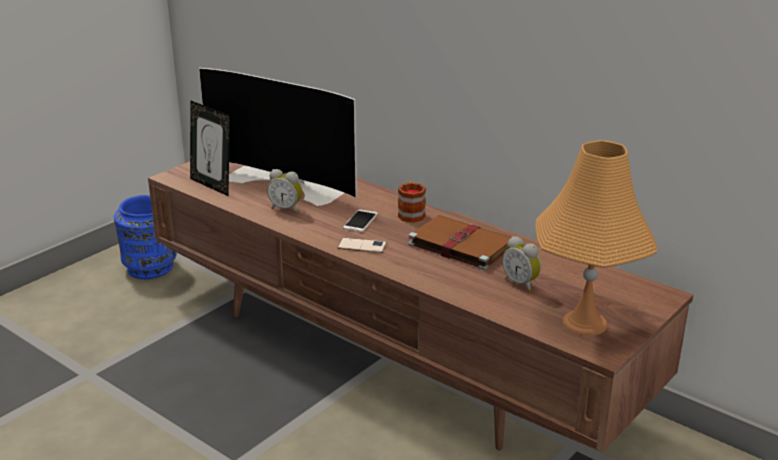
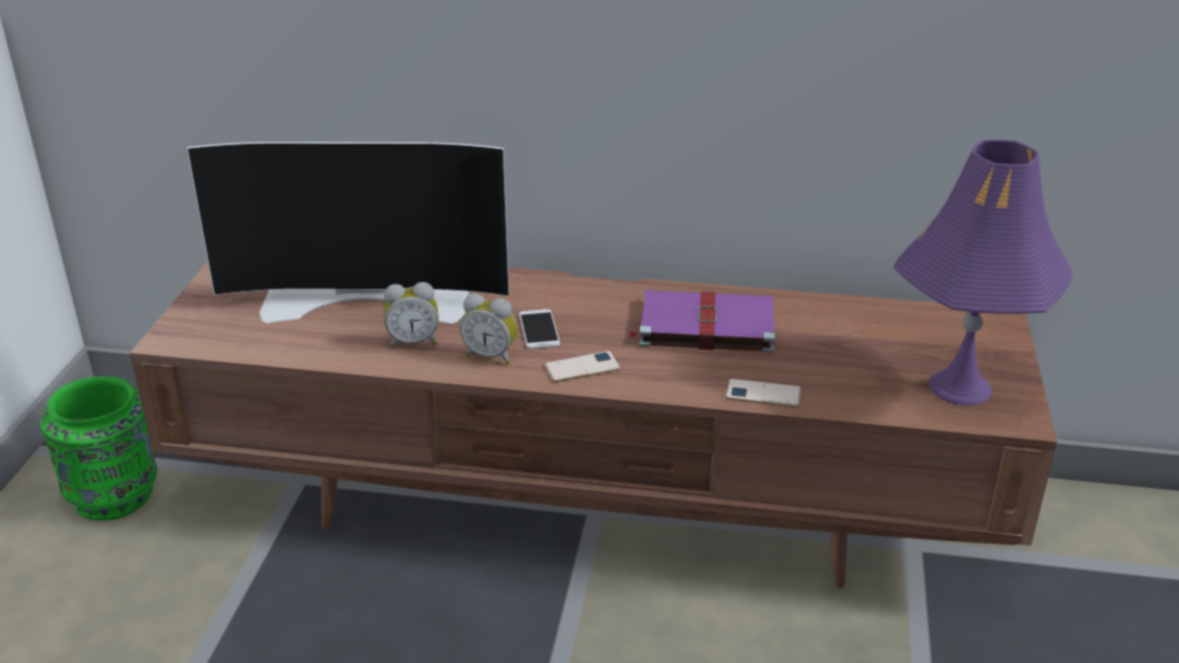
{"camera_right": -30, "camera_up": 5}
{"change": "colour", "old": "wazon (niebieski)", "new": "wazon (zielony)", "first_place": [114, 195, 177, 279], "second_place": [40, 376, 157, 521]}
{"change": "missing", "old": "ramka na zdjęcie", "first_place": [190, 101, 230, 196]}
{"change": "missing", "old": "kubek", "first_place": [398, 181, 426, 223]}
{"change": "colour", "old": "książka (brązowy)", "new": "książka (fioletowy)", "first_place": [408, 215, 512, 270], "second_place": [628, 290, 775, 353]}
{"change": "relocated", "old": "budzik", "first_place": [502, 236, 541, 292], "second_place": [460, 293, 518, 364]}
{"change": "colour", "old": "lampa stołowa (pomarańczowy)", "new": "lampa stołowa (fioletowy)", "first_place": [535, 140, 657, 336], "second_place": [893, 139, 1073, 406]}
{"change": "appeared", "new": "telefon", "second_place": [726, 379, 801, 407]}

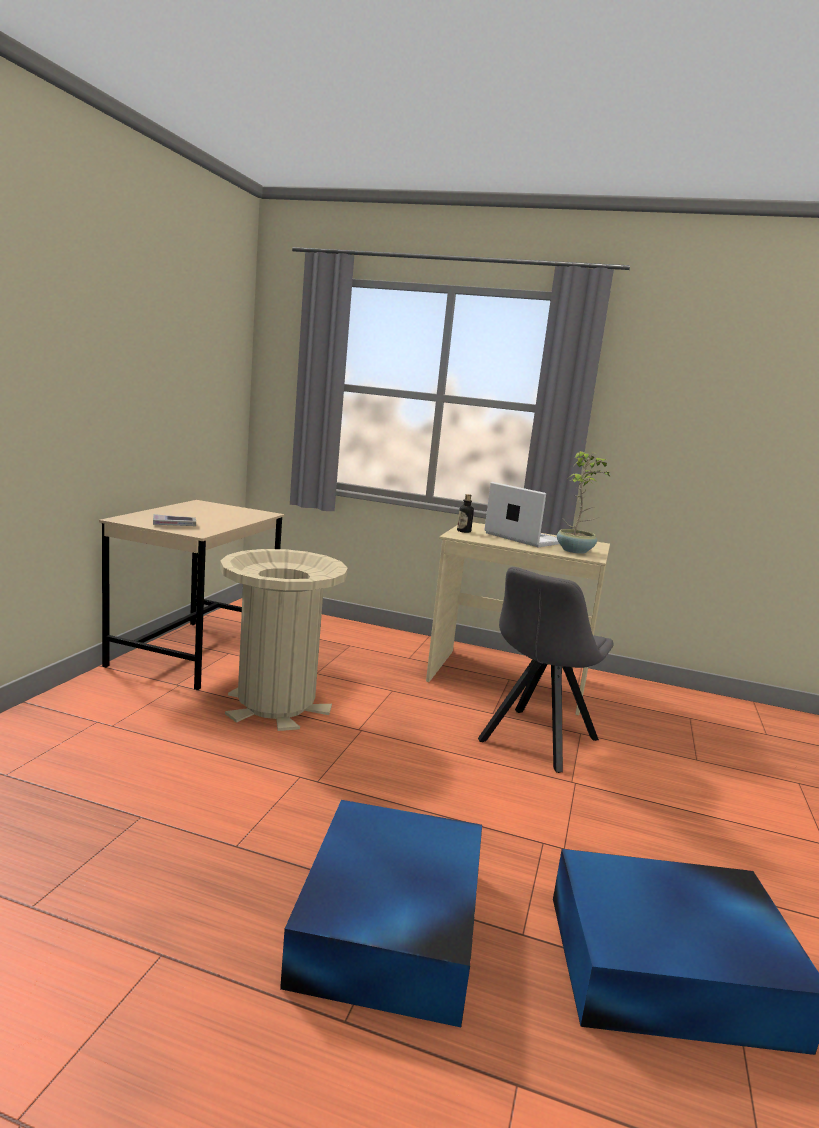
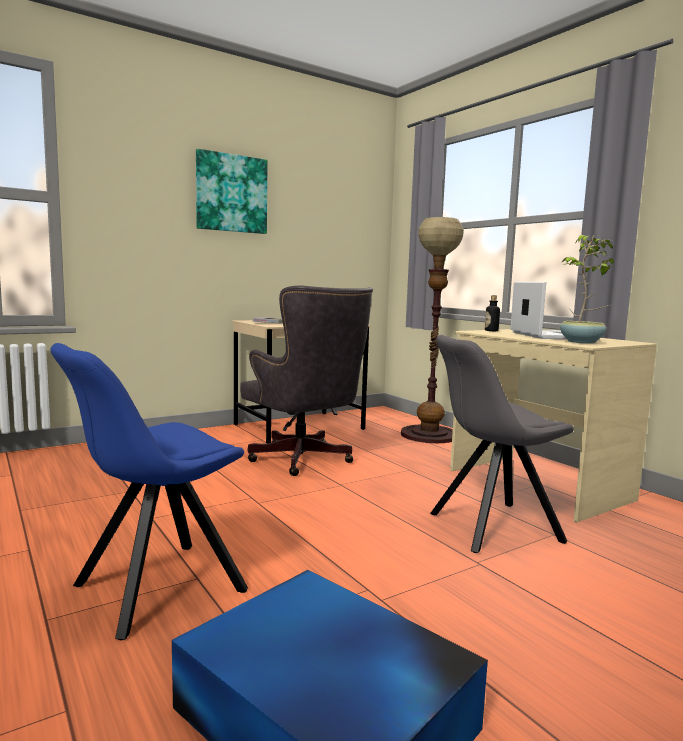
{"camera_right": 40, "camera_up": -5}
{"change": "exchanged", "old": "kosz na śmieci (beżowy)", "new": "krzesło biurowe (szary)", "first_place": [220, 549, 348, 731], "second_place": [240, 286, 373, 476]}
{"change": "exchanged", "old": "pojemnik do przechowywania (niebieski)", "new": "krzesło (niebieski)", "first_place": [280, 800, 482, 1027], "second_place": [51, 343, 248, 640]}
{"change": "appeared", "new": "obraz", "second_place": [196, 149, 268, 234]}
{"change": "appeared", "new": "lampa stojąca", "second_place": [401, 217, 464, 443]}

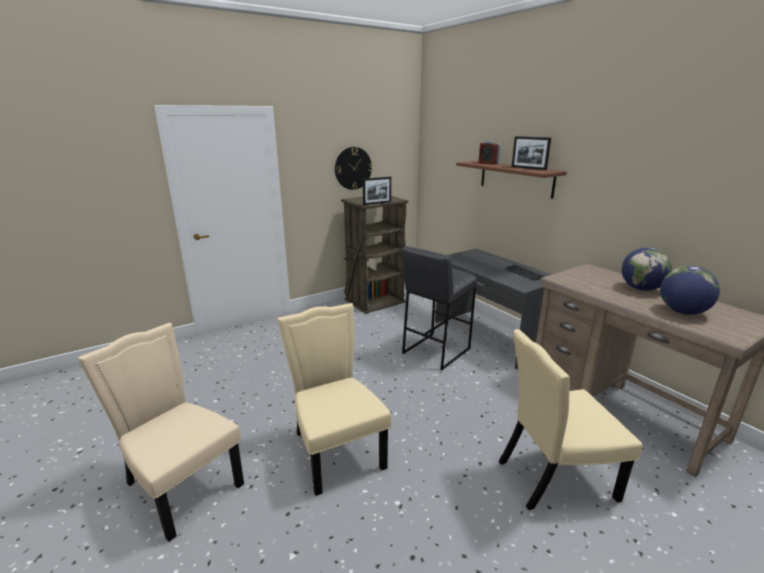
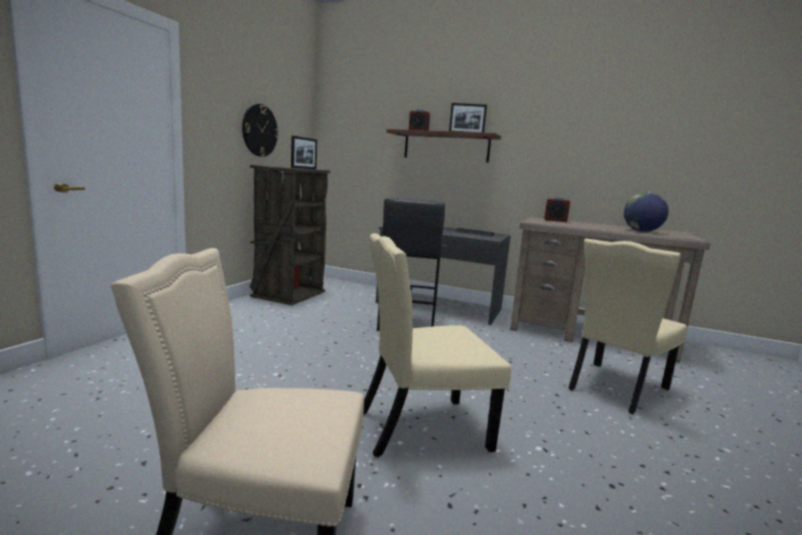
{"camera_right": -35, "camera_up": -10}
{"change": "spun", "old": "krzesło (beżowy)", "first_place": [277, 303, 392, 496], "second_place": [363, 233, 511, 457], "degrees": -45}
{"change": "missing", "old": "globus", "first_place": [622, 248, 672, 291]}
{"change": "appeared", "new": "budzik", "second_place": [544, 197, 570, 222]}

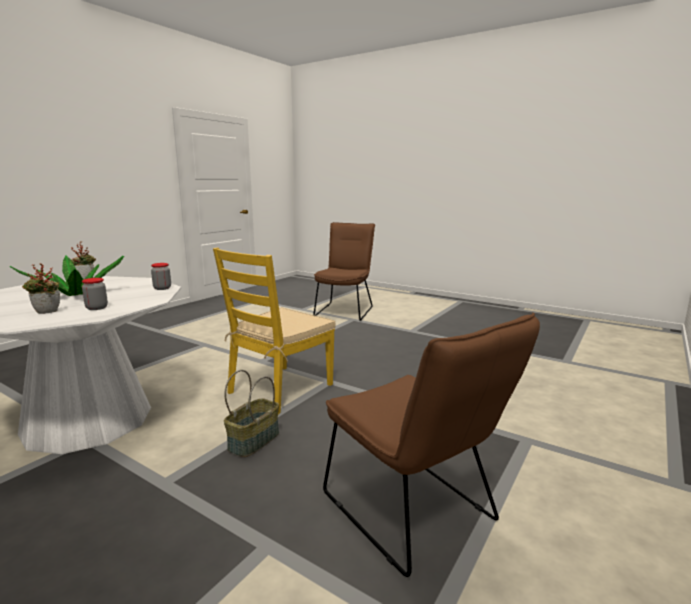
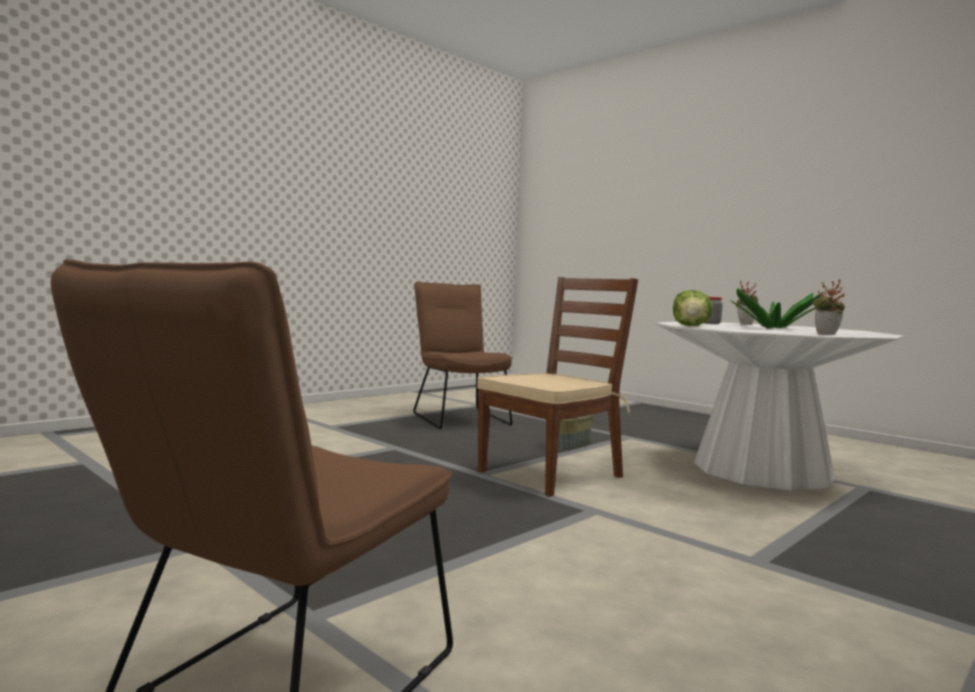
{"camera_right": -170, "camera_up": -10}
{"change": "exchanged", "old": "słoik", "new": "sałata", "first_place": [151, 263, 171, 290], "second_place": [673, 290, 713, 326]}
{"change": "colour", "old": "krzesło (żółty)", "new": "krzesło (brązowy)", "first_place": [213, 247, 336, 415], "second_place": [477, 277, 638, 497]}

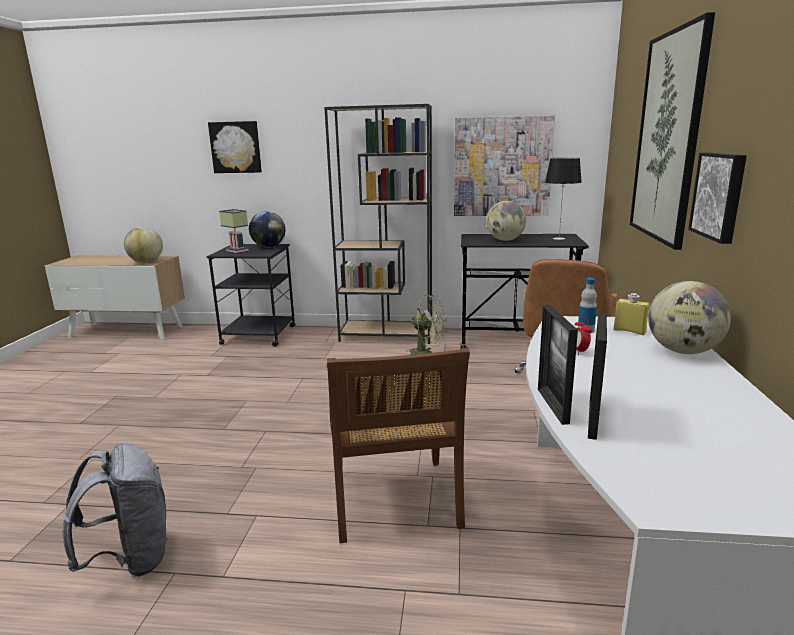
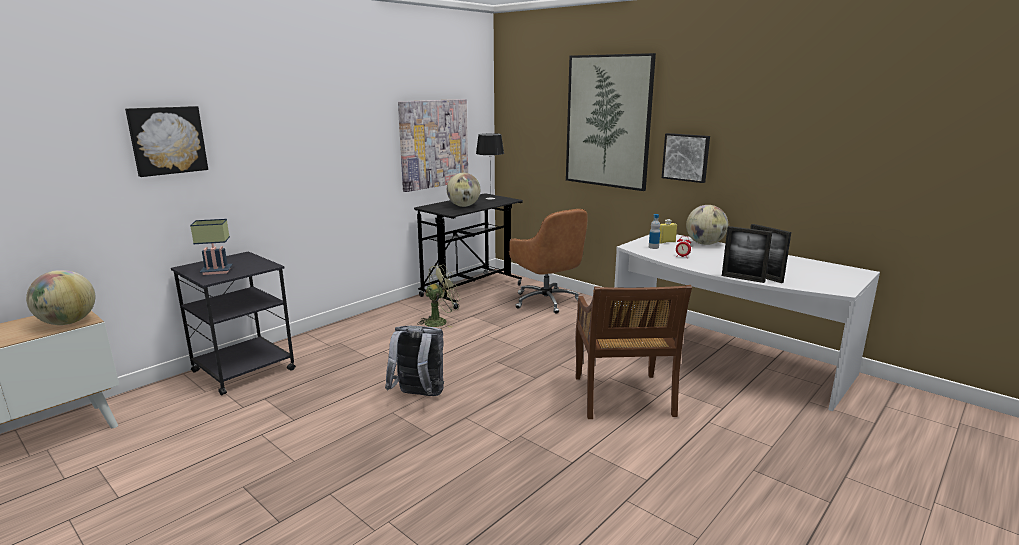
{"camera_right": -55, "camera_up": 0}
{"change": "relocated", "old": "plecak (szary)", "first_place": [62, 444, 169, 577], "second_place": [385, 326, 444, 396]}
{"change": "missing", "old": "globus", "first_place": [249, 211, 285, 247]}
{"change": "missing", "old": "regał", "first_place": [324, 104, 432, 344]}
{"change": "spun", "old": "krzesło (brązowy)", "first_place": [326, 348, 470, 543], "second_place": [575, 285, 692, 419], "degrees": 60}

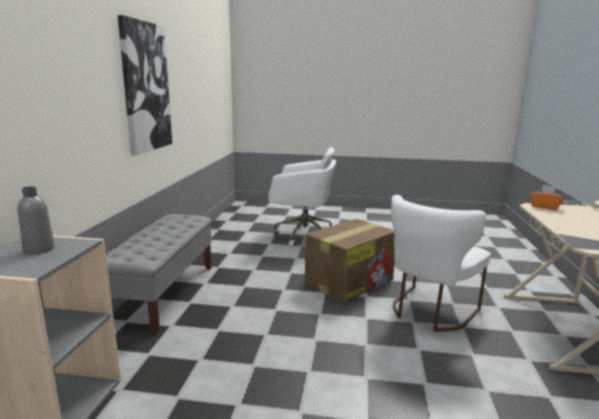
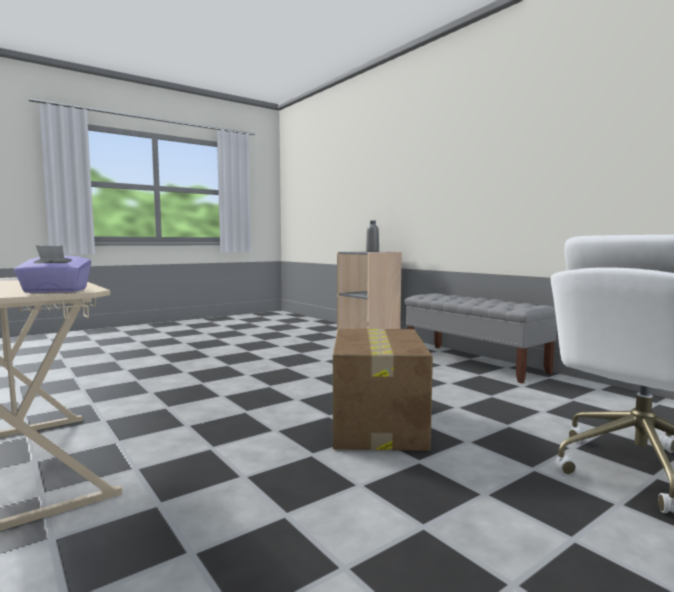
{"camera_right": 135, "camera_up": -10}
{"change": "missing", "old": "obraz", "first_place": [118, 15, 172, 155]}
{"change": "missing", "old": "krzesło (biały)", "first_place": [391, 195, 491, 332]}
{"change": "colour", "old": "pudełko chusteczek (pomarańczowy)", "new": "pudełko chusteczek (fioletowy)", "first_place": [531, 185, 564, 210], "second_place": [14, 245, 91, 293]}

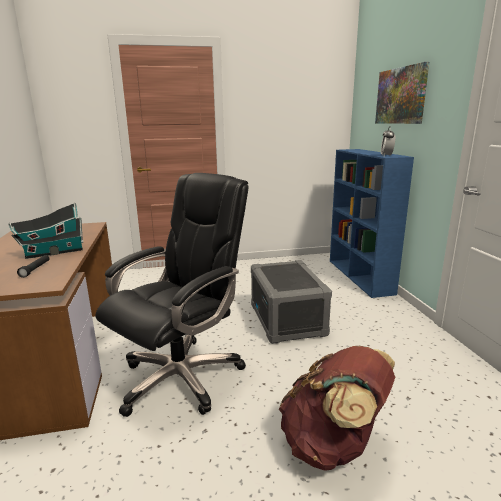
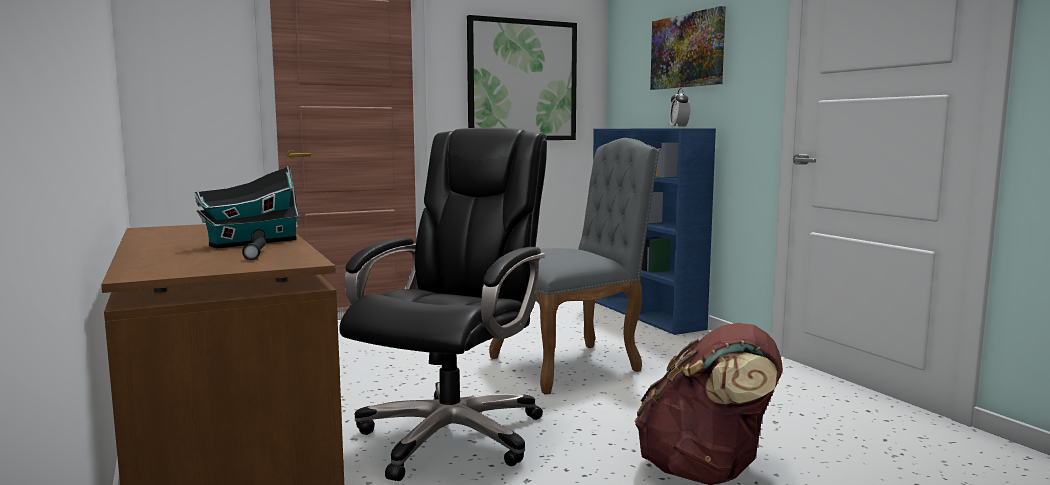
{"camera_right": -15, "camera_up": -10}
{"change": "exchanged", "old": "pojemnik do przechowywania (szary)", "new": "krzesło (szary)", "first_place": [251, 260, 332, 344], "second_place": [489, 138, 659, 395]}
{"change": "appeared", "new": "obraz", "second_place": [467, 15, 577, 140]}

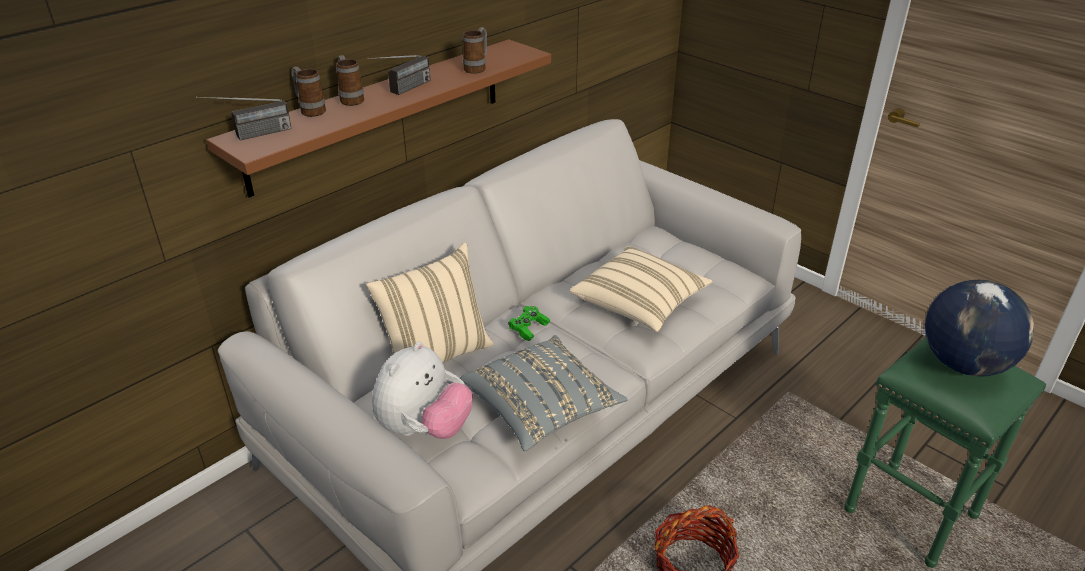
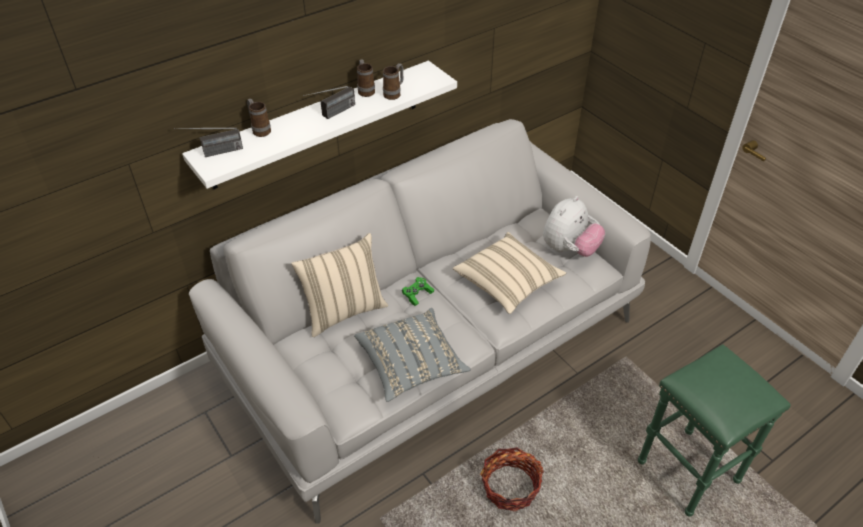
{"camera_right": 10, "camera_up": 10}
{"change": "colour", "old": "półka (brązowy)", "new": "półka (biały)", "first_place": [206, 39, 551, 198], "second_place": [182, 61, 457, 189]}
{"change": "relocated", "old": "kubek", "first_place": [336, 55, 364, 106], "second_place": [357, 59, 375, 97]}
{"change": "relocated", "old": "pluszak", "first_place": [372, 342, 473, 439], "second_place": [543, 196, 605, 257]}
{"change": "missing", "old": "globus", "first_place": [925, 280, 1034, 377]}

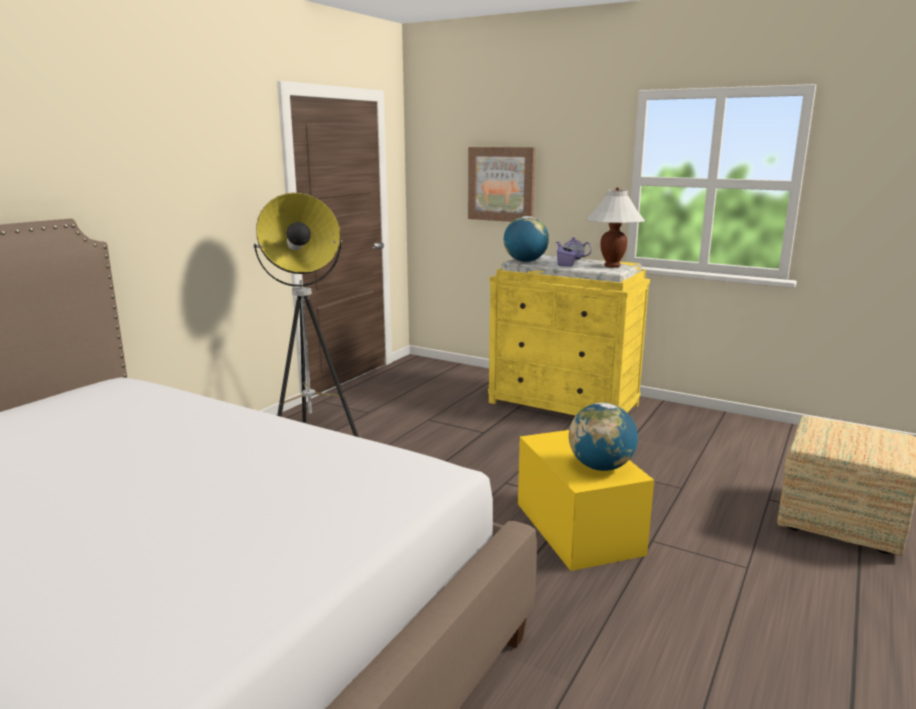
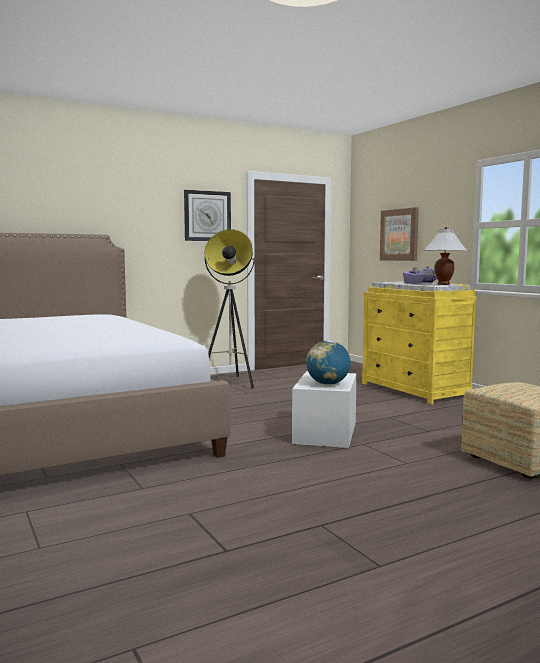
{"camera_right": 30, "camera_up": -10}
{"change": "missing", "old": "globus", "first_place": [504, 216, 549, 262]}
{"change": "colour", "old": "pojemnik do przechowywania (żółty)", "new": "pojemnik do przechowywania (biały)", "first_place": [518, 430, 654, 571], "second_place": [292, 371, 357, 448]}
{"change": "appeared", "new": "zegar ścienny", "second_place": [184, 190, 231, 241]}

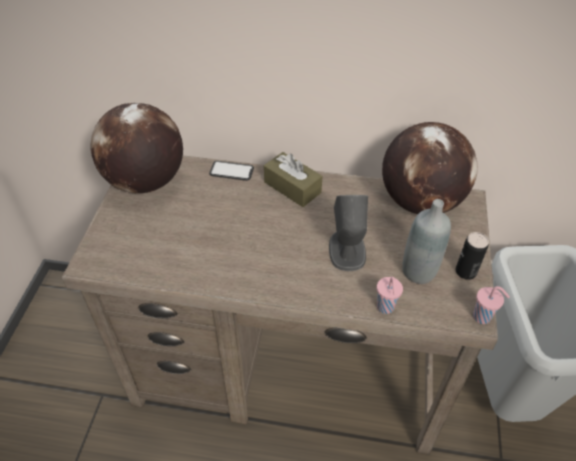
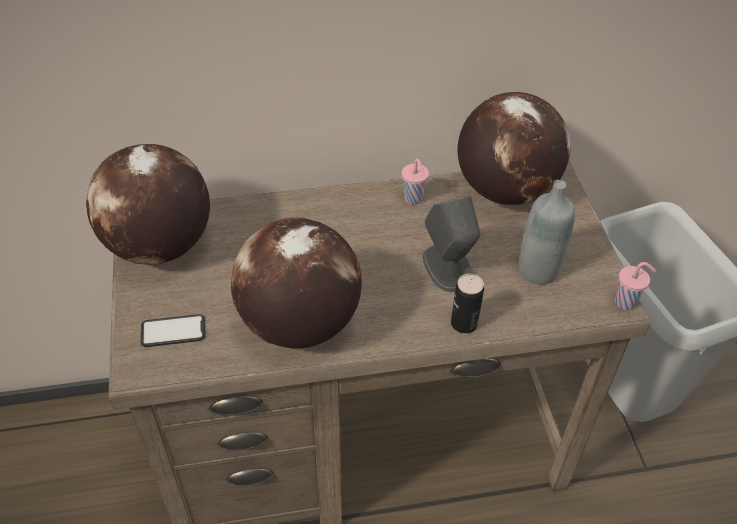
{"camera_right": -20, "camera_up": 0}
{"change": "relocated", "old": "telefon", "first_place": [209, 161, 254, 181], "second_place": [141, 314, 205, 347]}
{"change": "missing", "old": "pudełko chusteczek (brązowy)", "first_place": [264, 152, 323, 207]}
{"change": "relocated", "old": "filiżanka (różowy)", "first_place": [377, 277, 403, 314], "second_place": [402, 158, 429, 205]}
{"change": "relocated", "old": "puszka", "first_place": [455, 232, 489, 280], "second_place": [451, 274, 484, 333]}
{"change": "appeared", "new": "globus", "second_place": [231, 217, 362, 349]}

